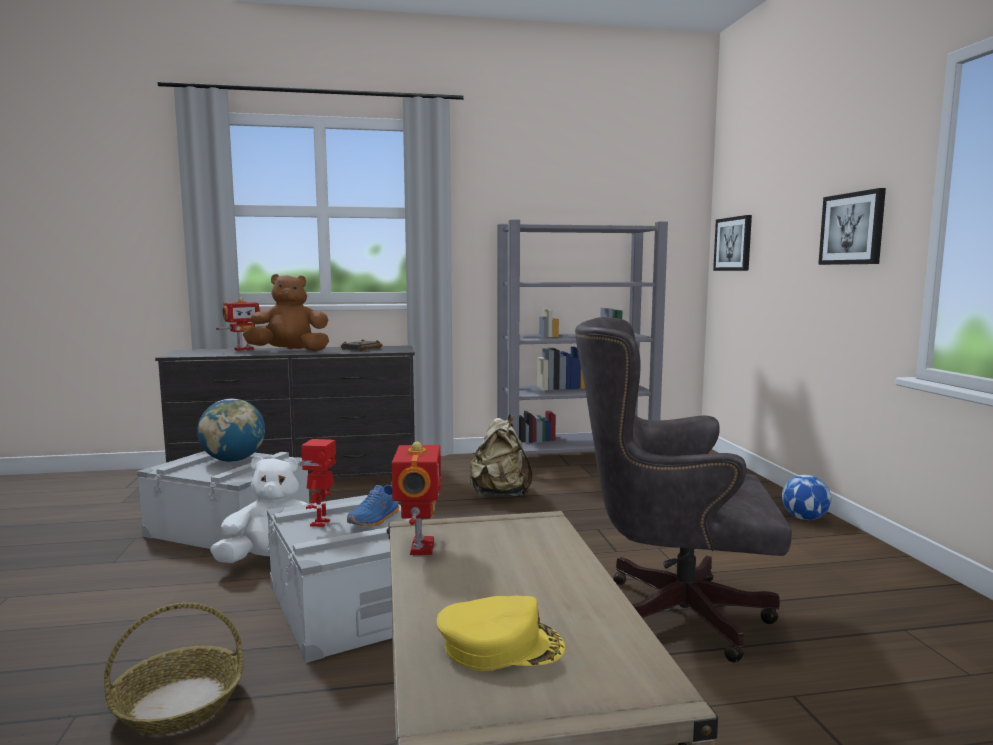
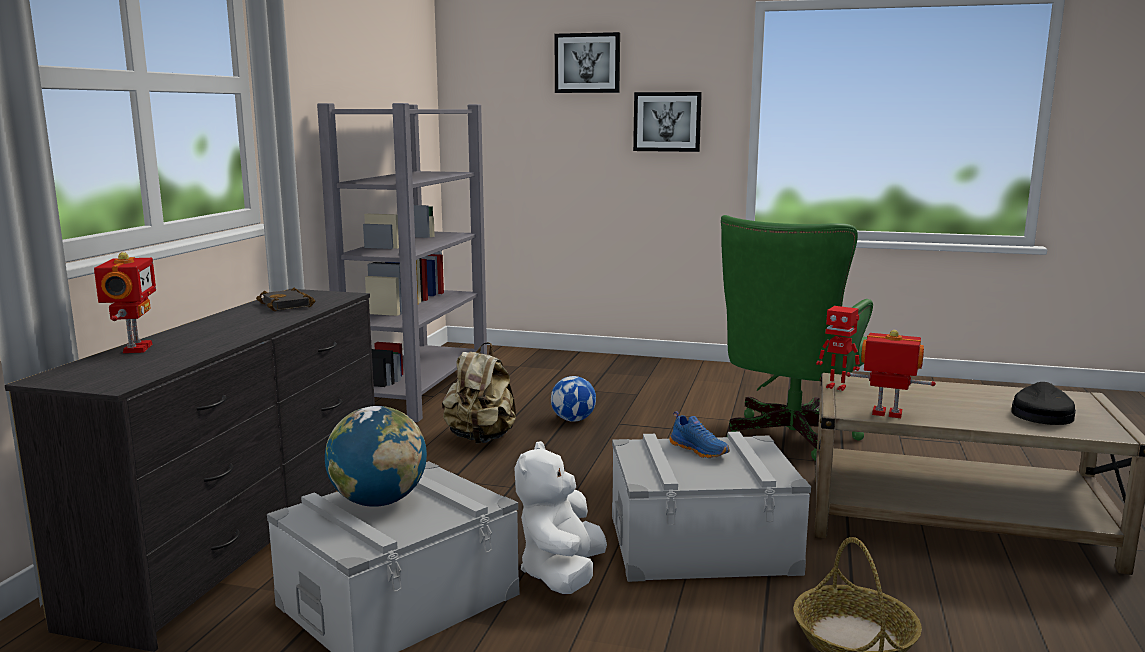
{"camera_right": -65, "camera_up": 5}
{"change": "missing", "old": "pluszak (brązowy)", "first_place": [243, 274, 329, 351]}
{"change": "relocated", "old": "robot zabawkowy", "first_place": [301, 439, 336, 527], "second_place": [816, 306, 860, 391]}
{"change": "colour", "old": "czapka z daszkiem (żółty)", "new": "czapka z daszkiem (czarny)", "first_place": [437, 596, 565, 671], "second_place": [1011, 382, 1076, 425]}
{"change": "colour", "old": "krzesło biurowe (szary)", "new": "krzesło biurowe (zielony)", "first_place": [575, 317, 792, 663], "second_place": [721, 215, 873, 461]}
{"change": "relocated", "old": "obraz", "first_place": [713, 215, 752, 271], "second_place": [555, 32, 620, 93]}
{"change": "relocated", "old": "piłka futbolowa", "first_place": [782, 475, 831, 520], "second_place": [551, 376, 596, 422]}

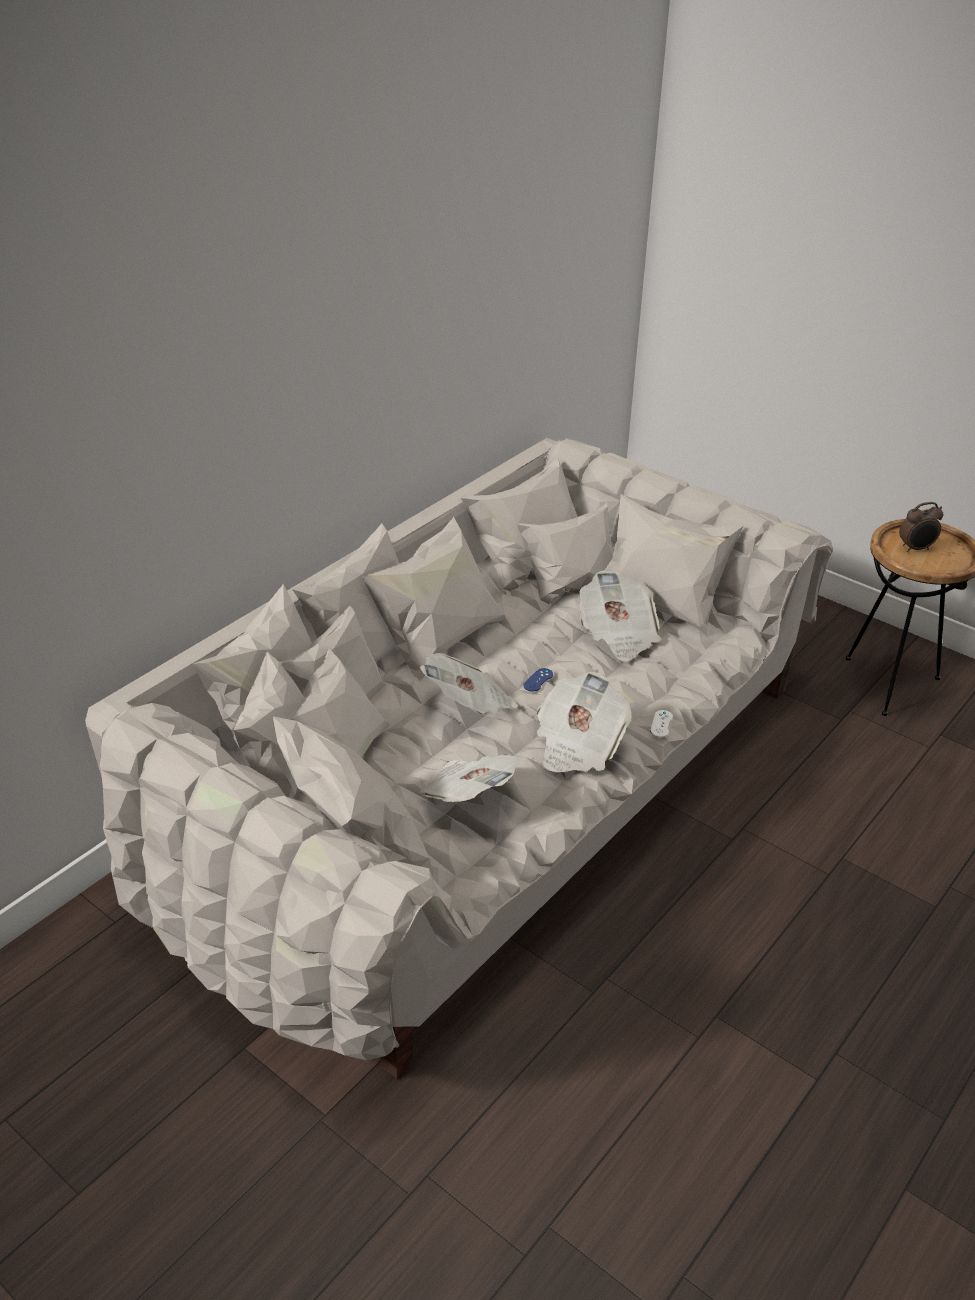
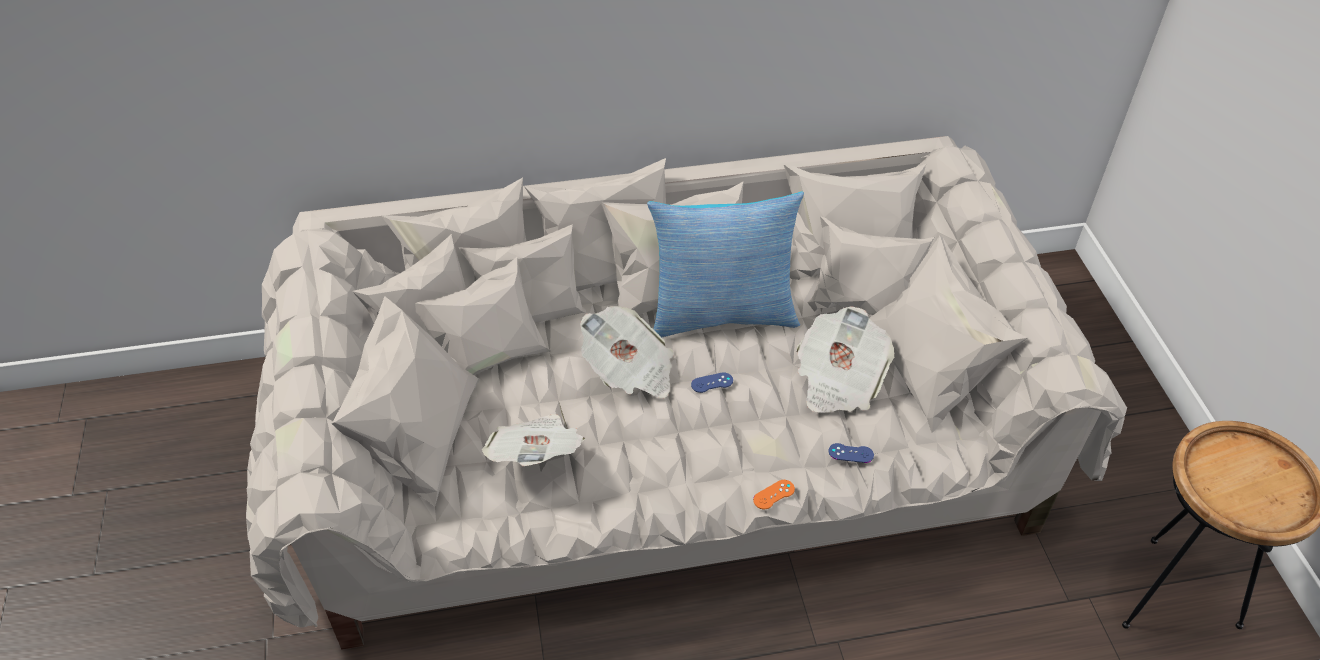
{"camera_right": 40, "camera_up": 10}
{"change": "missing", "old": "gazeta", "first_place": [537, 672, 632, 772]}
{"change": "colour", "old": "pad do gier (biały)", "new": "pad do gier (pomarańczowy)", "first_place": [650, 710, 673, 738], "second_place": [753, 480, 795, 510]}
{"change": "missing", "old": "budzik", "first_place": [899, 502, 944, 552]}
{"change": "appeared", "new": "poduszka", "second_place": [647, 192, 804, 338]}
{"change": "appeared", "new": "pad do gier (niebieski)", "second_place": [828, 443, 874, 463]}

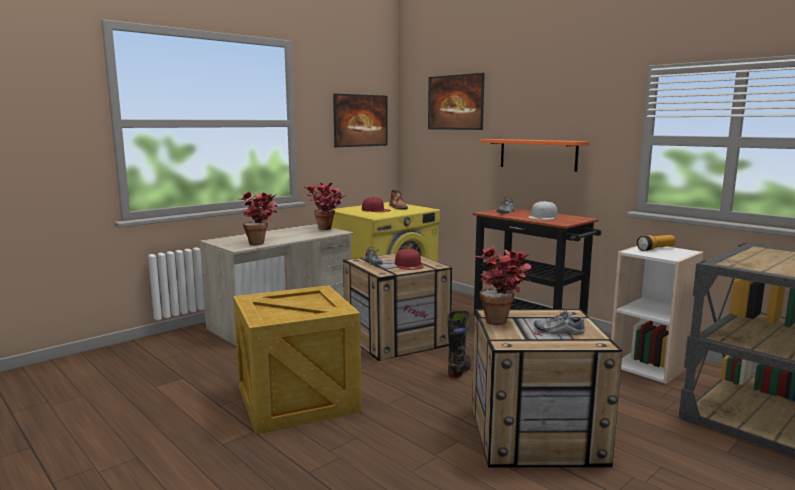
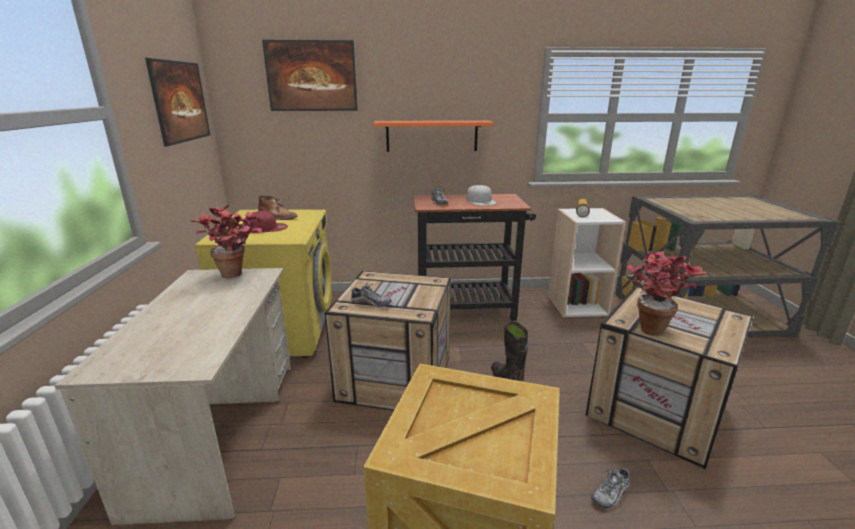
{"camera_right": -50, "camera_up": 10}
{"change": "missing", "old": "roślina doniczkowa", "first_place": [239, 191, 278, 245]}
{"change": "missing", "old": "czapka z daszkiem (czerwony)", "first_place": [395, 249, 424, 270]}
{"change": "relocated", "old": "but", "first_place": [534, 308, 585, 335], "second_place": [591, 466, 630, 509]}

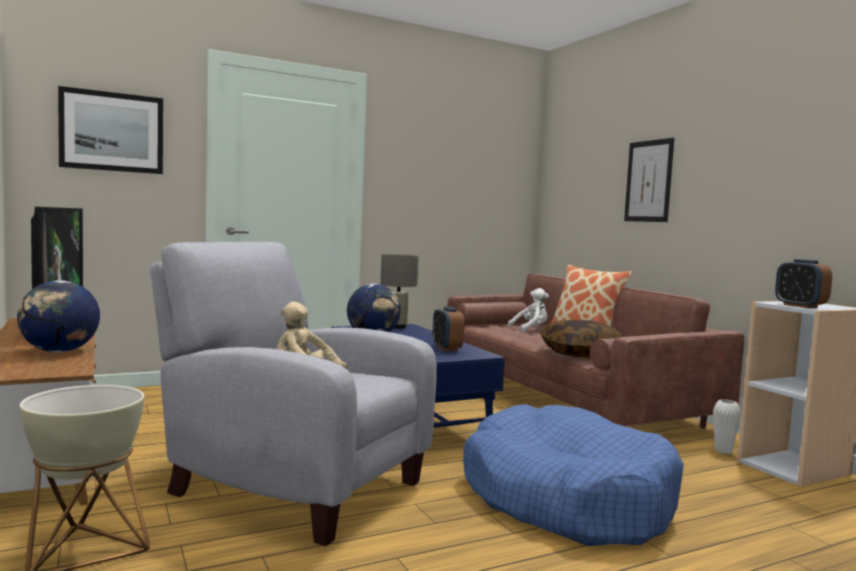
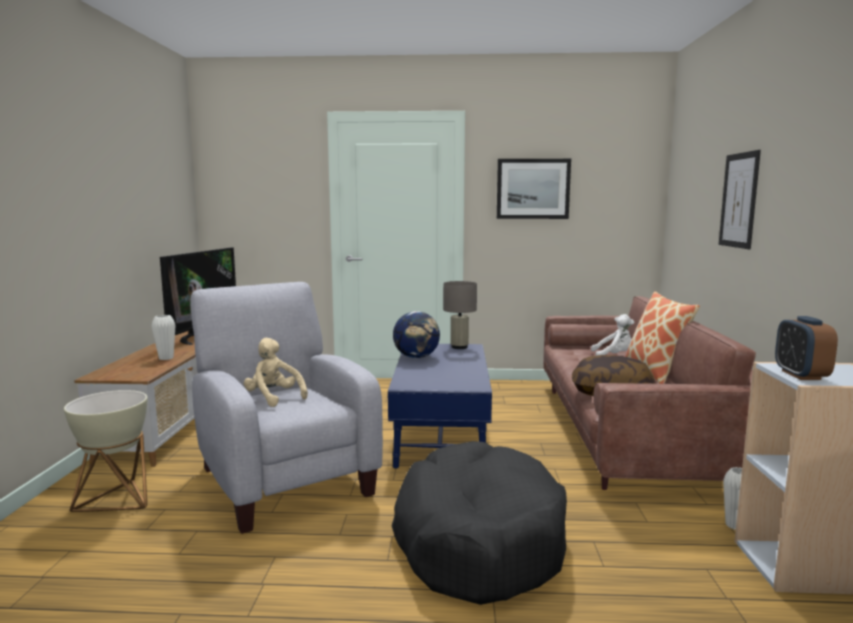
{"camera_right": 30, "camera_up": 5}
{"change": "exchanged", "old": "globus", "new": "wazon (biały)", "first_place": [17, 280, 100, 353], "second_place": [151, 315, 176, 360]}
{"change": "relocated", "old": "obraz", "first_place": [58, 86, 163, 174], "second_place": [497, 159, 571, 219]}
{"change": "missing", "old": "budzik", "first_place": [432, 306, 464, 351]}
{"change": "colour", "old": "legowisko (niebieski)", "new": "legowisko (czarny)", "first_place": [463, 404, 684, 546], "second_place": [392, 441, 567, 605]}

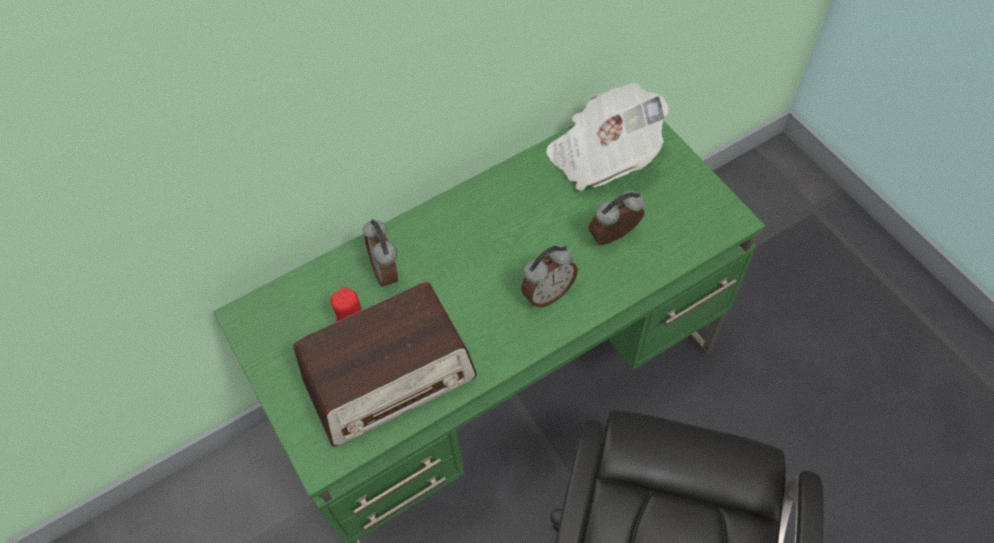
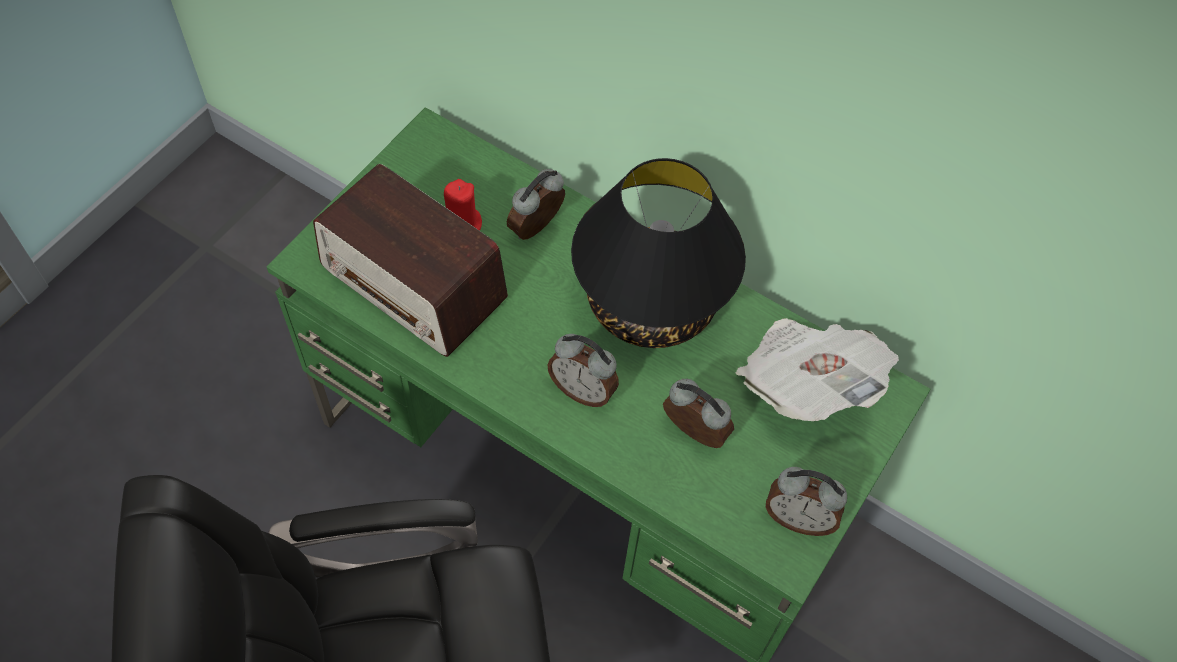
{"camera_right": 60, "camera_up": 0}
{"change": "appeared", "new": "lampa stołowa (czarny)", "second_place": [571, 158, 746, 348]}
{"change": "appeared", "new": "budzik", "second_place": [766, 467, 847, 536]}

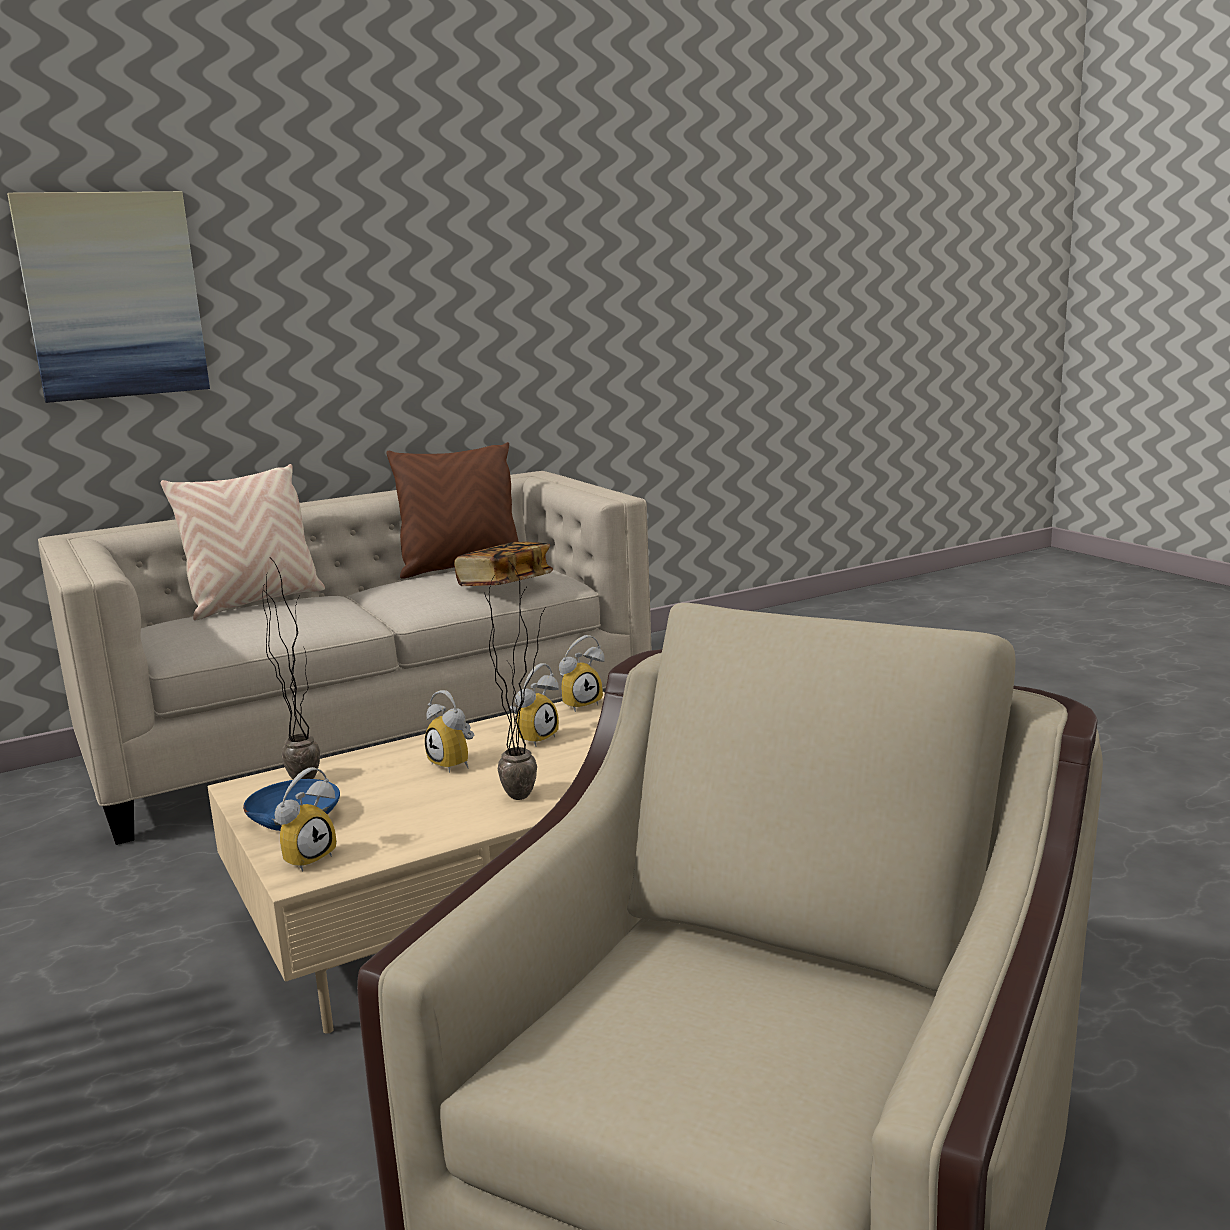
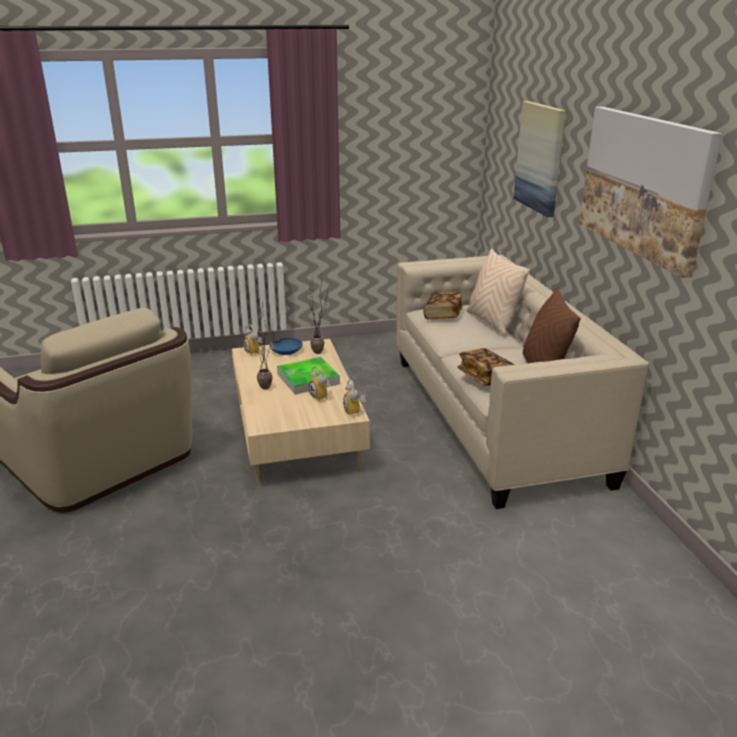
{"camera_right": 105, "camera_up": 10}
{"change": "exchanged", "old": "budzik", "new": "taca", "first_place": [425, 690, 474, 773], "second_place": [277, 357, 340, 395]}
{"change": "appeared", "new": "książka", "second_place": [424, 292, 463, 319]}
{"change": "appeared", "new": "obraz", "second_place": [579, 107, 723, 278]}

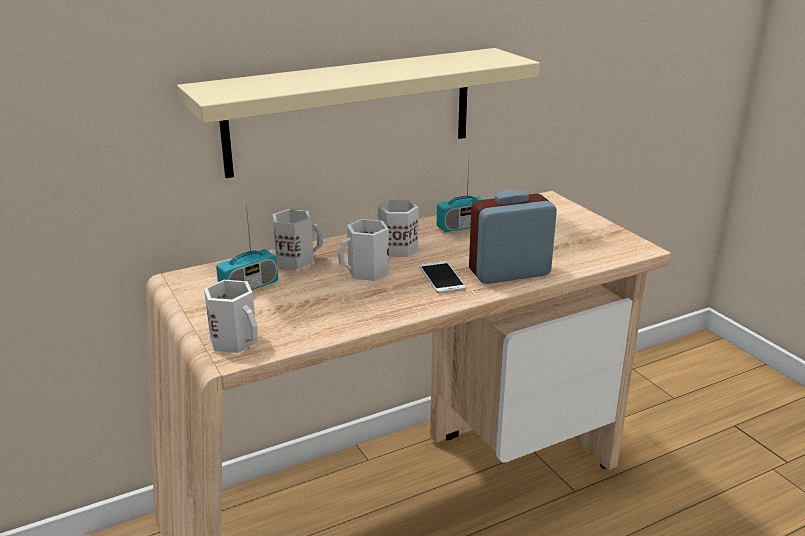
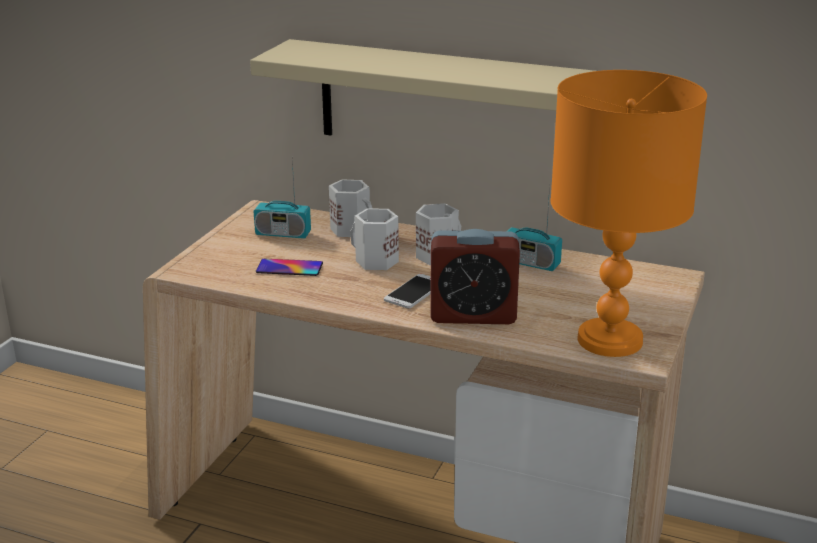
{"camera_right": 50, "camera_up": 0}
{"change": "missing", "old": "kubek (biały)", "first_place": [204, 280, 258, 353]}
{"change": "spun", "old": "budzik", "first_place": [469, 189, 557, 284], "second_place": [430, 229, 520, 324], "degrees": 150}
{"change": "appeared", "new": "telefon", "second_place": [256, 259, 323, 276]}
{"change": "appeared", "new": "lampa stołowa (pomarańczowy)", "second_place": [550, 70, 707, 357]}

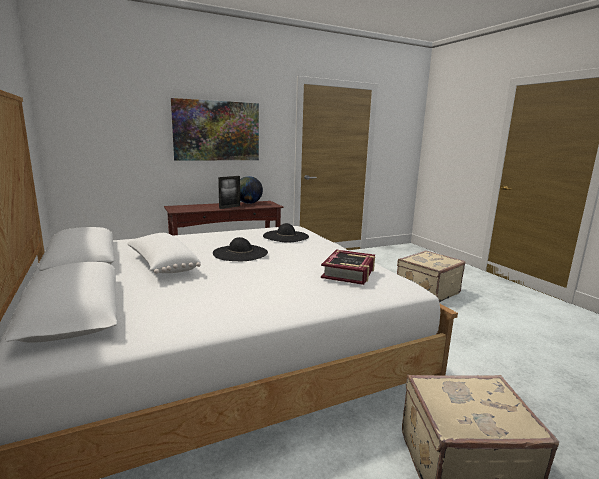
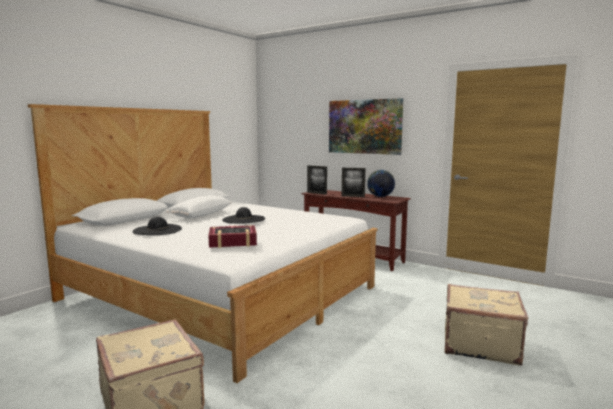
{"camera_right": 60, "camera_up": -5}
{"change": "relocated", "old": "kapelusz (czarny)", "first_place": [263, 223, 309, 243], "second_place": [133, 217, 182, 235]}
{"change": "appeared", "new": "ramka na zdjęcie", "second_place": [307, 165, 327, 195]}

